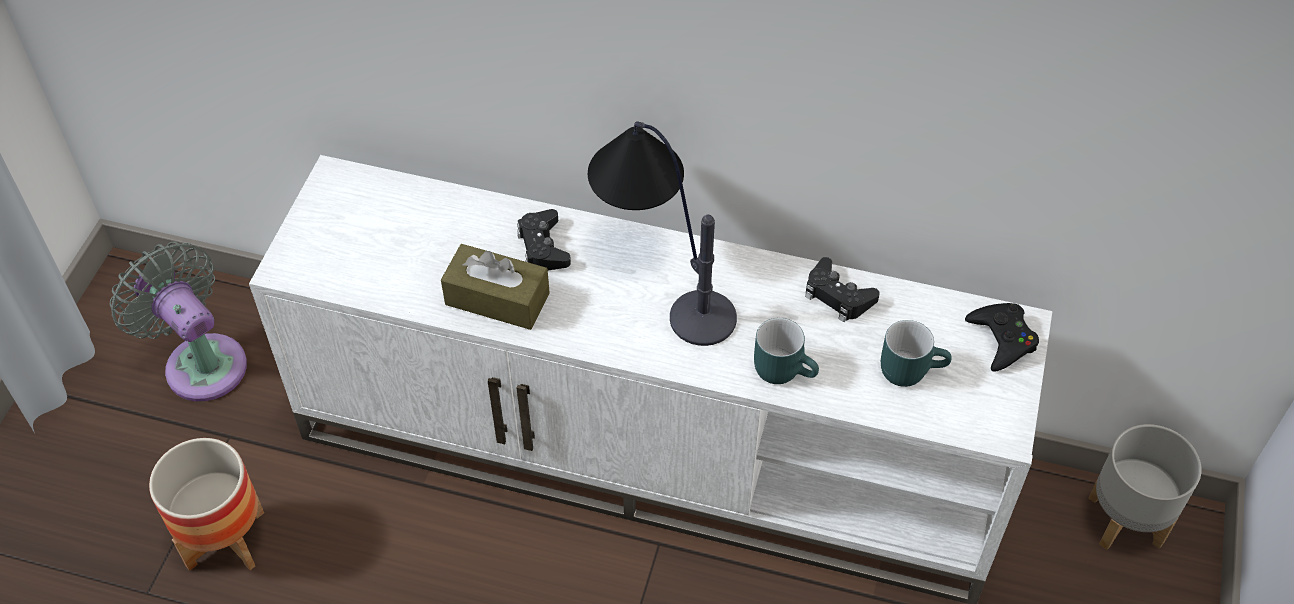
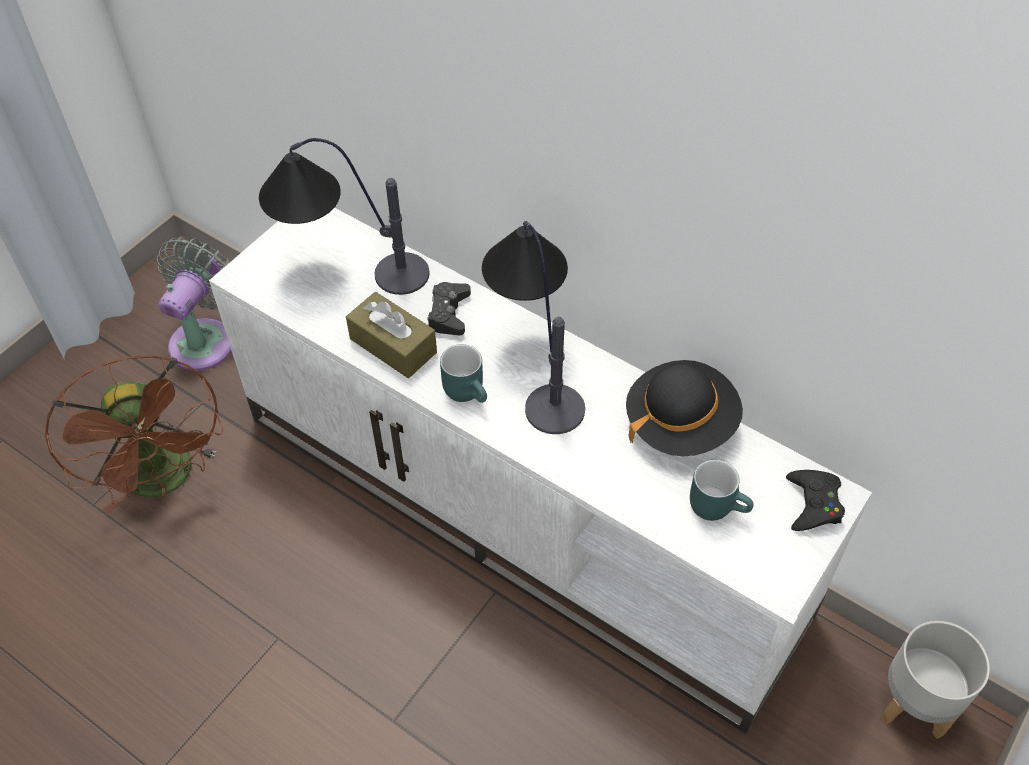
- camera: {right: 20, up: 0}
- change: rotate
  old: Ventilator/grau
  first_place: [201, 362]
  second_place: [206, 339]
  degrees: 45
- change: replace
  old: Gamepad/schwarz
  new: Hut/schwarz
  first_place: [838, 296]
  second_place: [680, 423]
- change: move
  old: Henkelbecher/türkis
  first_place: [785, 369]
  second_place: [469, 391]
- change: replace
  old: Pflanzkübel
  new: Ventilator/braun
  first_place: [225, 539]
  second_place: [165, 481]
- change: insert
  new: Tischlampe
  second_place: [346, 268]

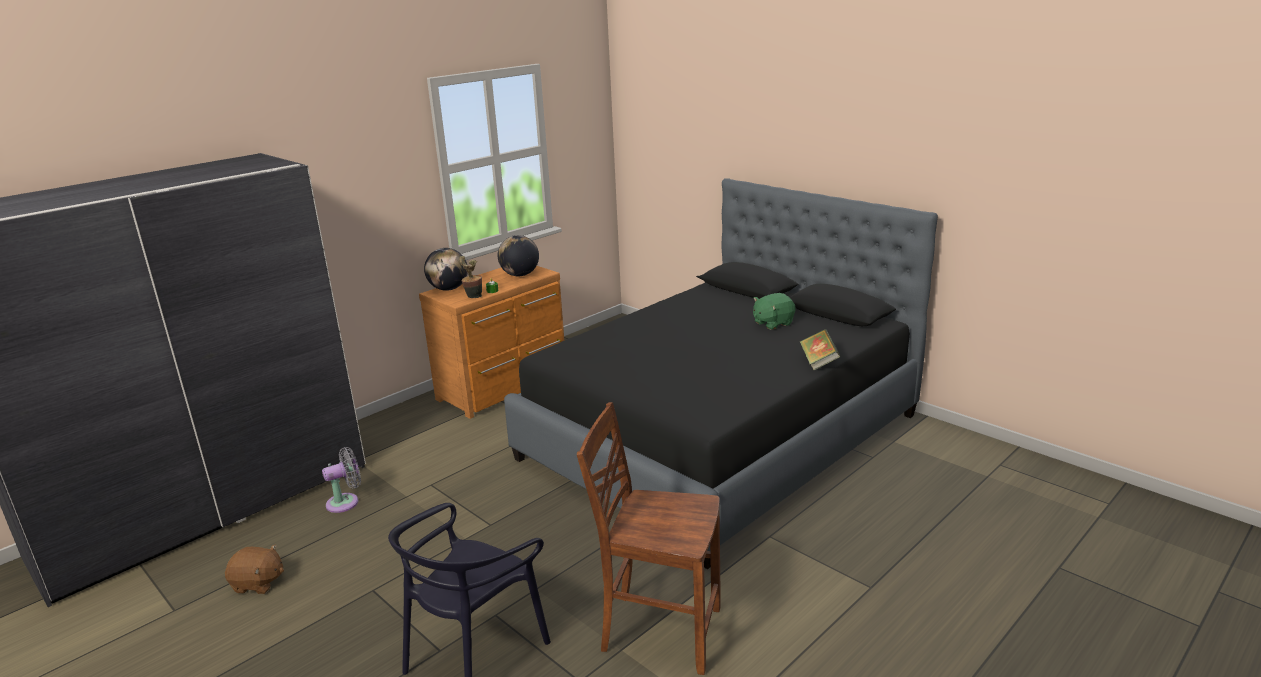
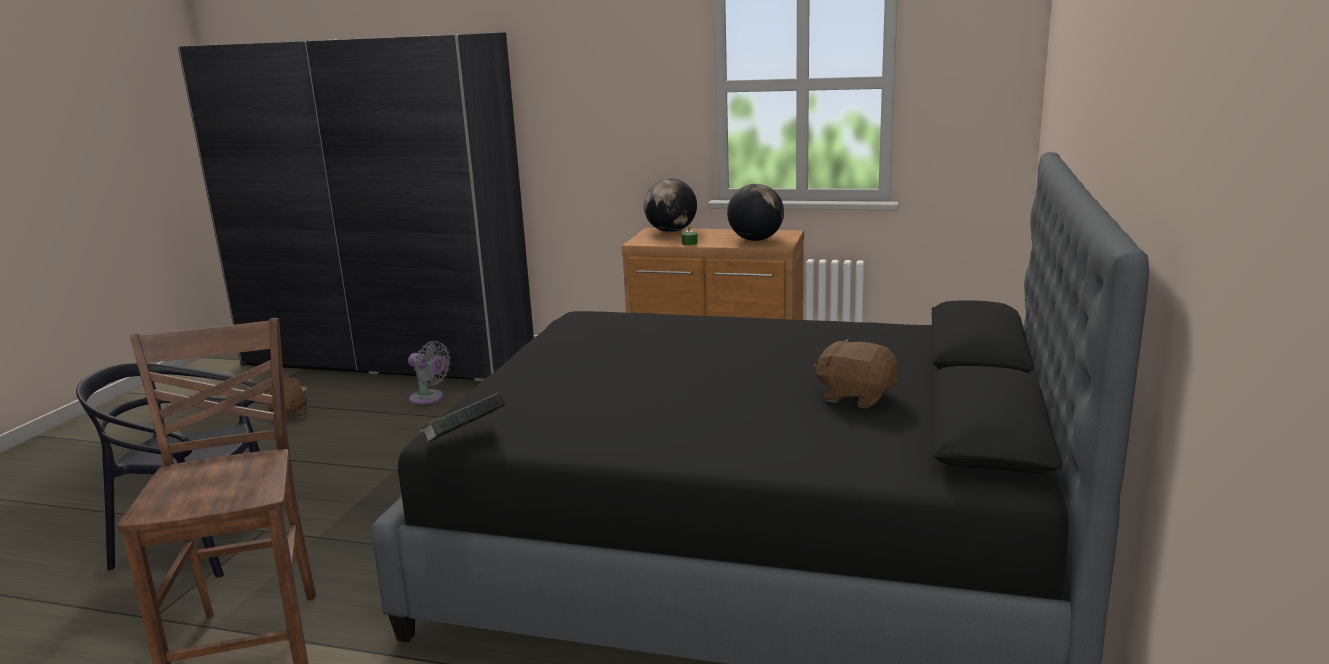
- camera: {right: 60, up: -5}
- change: delete
  old: Topfpflanze
  first_place: [472, 297]
- change: recolor
  old: Plüschtier/grün
  new: Plüschtier/braun
  first_place: [772, 323]
  second_place: [856, 397]
- change: move
  old: Buch
  first_place: [818, 362]
  second_place: [465, 440]

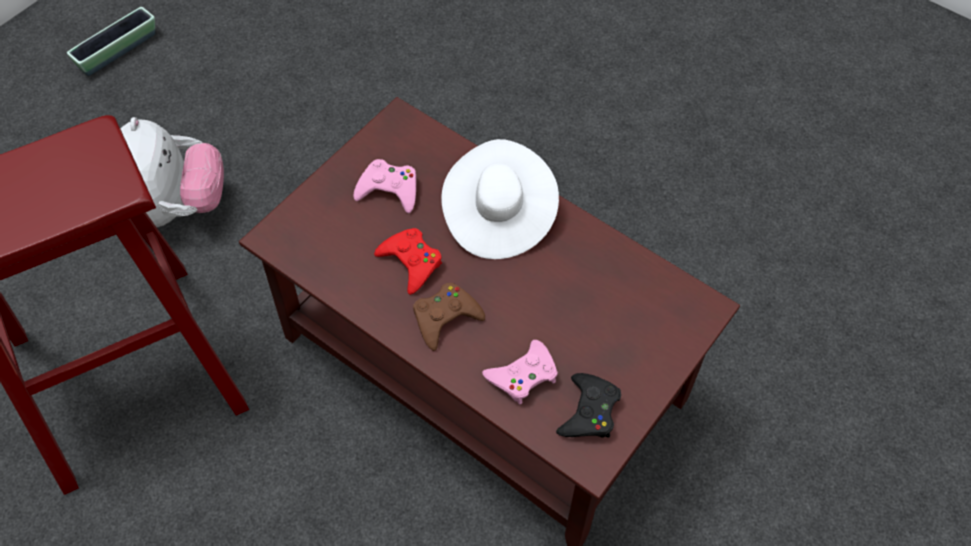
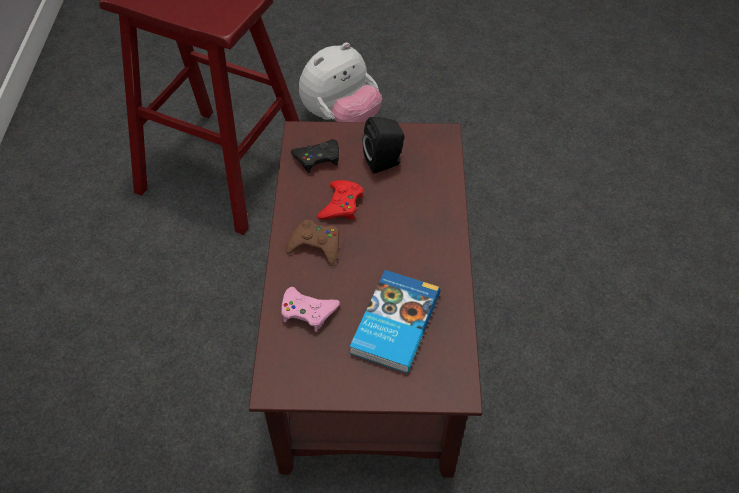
- camera: {right: 55, up: -5}
- change: delete
  old: Pflanzkübel
  first_place: [118, 51]
- change: delete
  old: Hut/weiß
  first_place: [497, 216]
- change: replace
  old: Gamepad/rosa
  new: Lautsprecher/schwarz
  first_place: [389, 190]
  second_place: [385, 162]
- change: move
  old: Gamepad/schwarz
  first_place: [589, 411]
  second_place: [317, 158]
- change: insert
  new: Buch
  second_place: [393, 323]

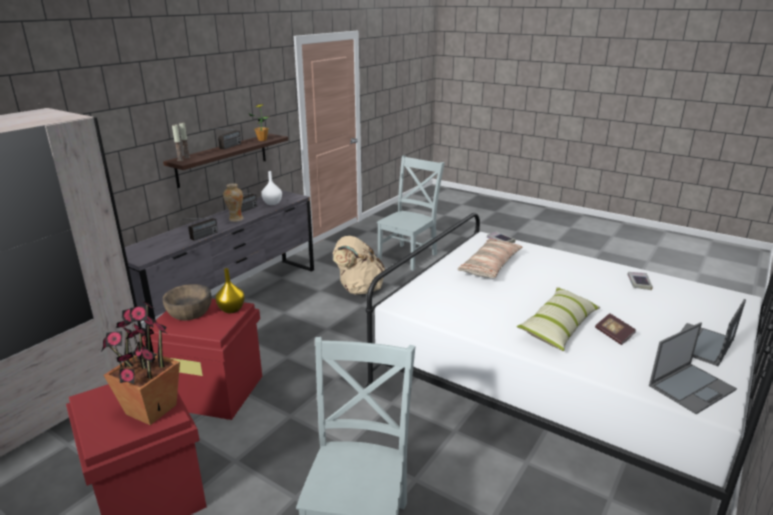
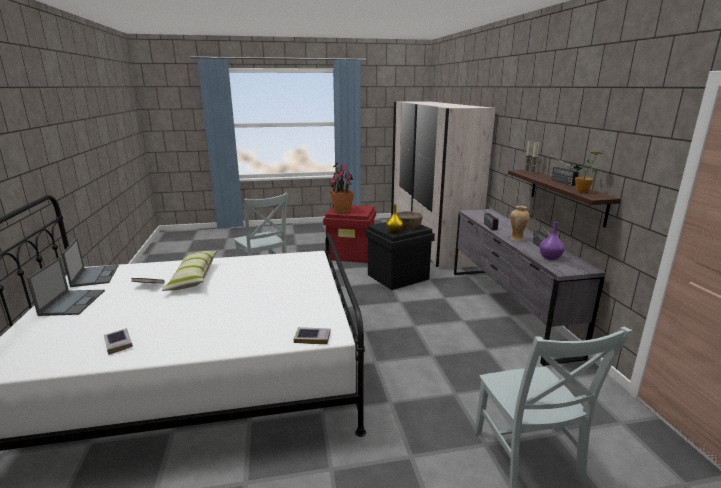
- camera: {right: 135, up: -5}
- change: recolor
  old: Vase/weiß
  new: Vase/lila
  first_place: [272, 203]
  second_place: [550, 257]
- change: delete
  old: Rucksack/beige
  first_place: [359, 289]
- change: delete
  old: Kissen
  first_place: [490, 266]
- change: recolor
  old: Aufbewahrungsbox/rot
  new: Aufbewahrungsbox/schwarz
  first_place: [213, 391]
  second_place: [397, 277]
- change: rotate
  old: Laptop
  first_place: [692, 387]
  second_place: [95, 275]
  degrees: 150

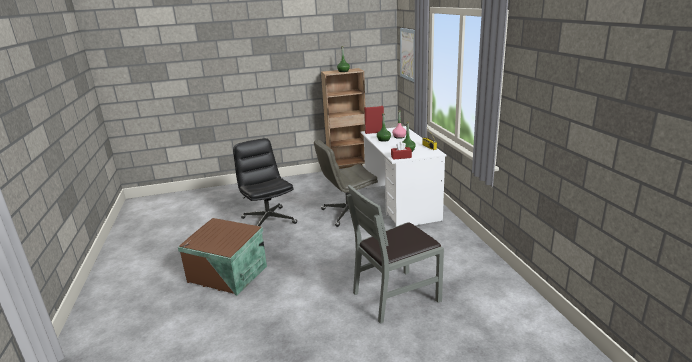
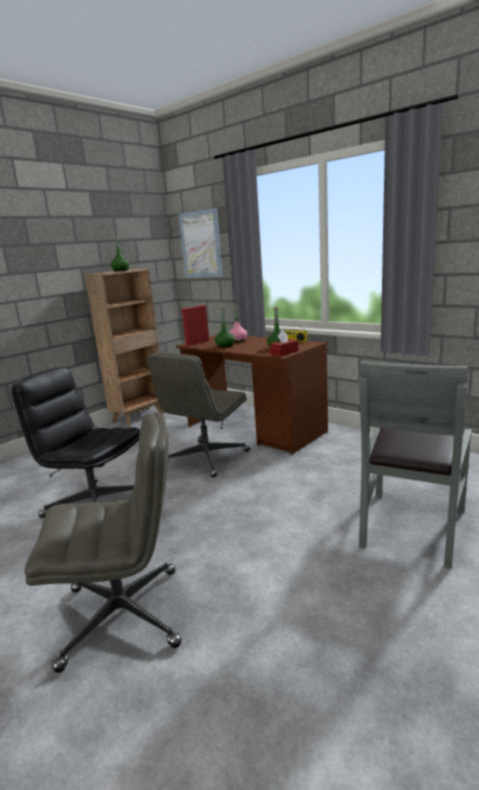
- camera: {right: -35, up: -5}
- change: recolor
  old: Schreibtisch/weiß
  new: Schreibtisch/braun
  first_place: [400, 203]
  second_place: [255, 429]
- change: replace
  old: Aufbewahrungsbox/braun
  new: Bürostuhl/grau
  first_place: [227, 275]
  second_place: [124, 615]

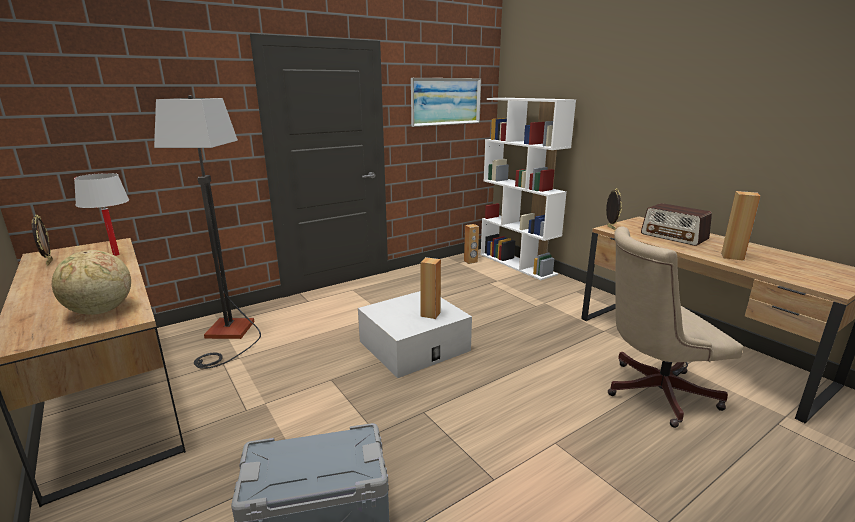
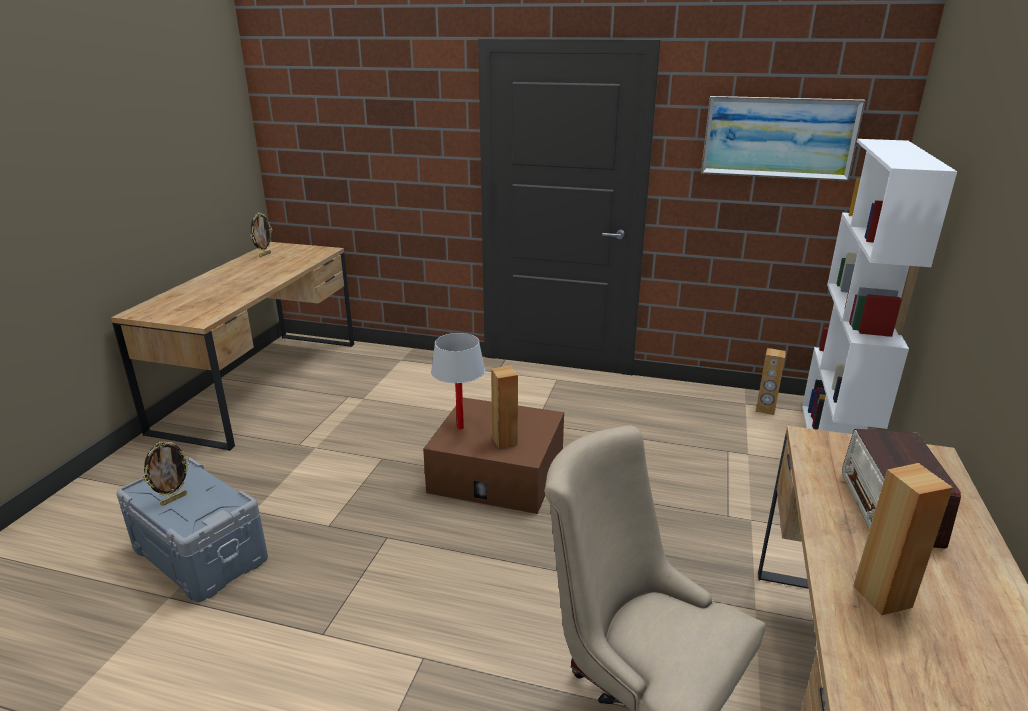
- camera: {right: 50, up: 5}
- change: delete
  old: Stehlampe
  first_place: [228, 336]
- change: move
  old: Tischlampe/weiß
  first_place: [116, 254]
  second_place: [460, 427]
- change: move
  old: Bilderrahmen
  first_place: [610, 228]
  second_place: [174, 499]
- change: delete
  old: Globus
  first_place: [100, 311]
- change: recolor
  old: Aufbewahrungsbox/weiß
  new: Aufbewahrungsbox/braun
  first_place: [414, 346]
  second_place: [497, 472]

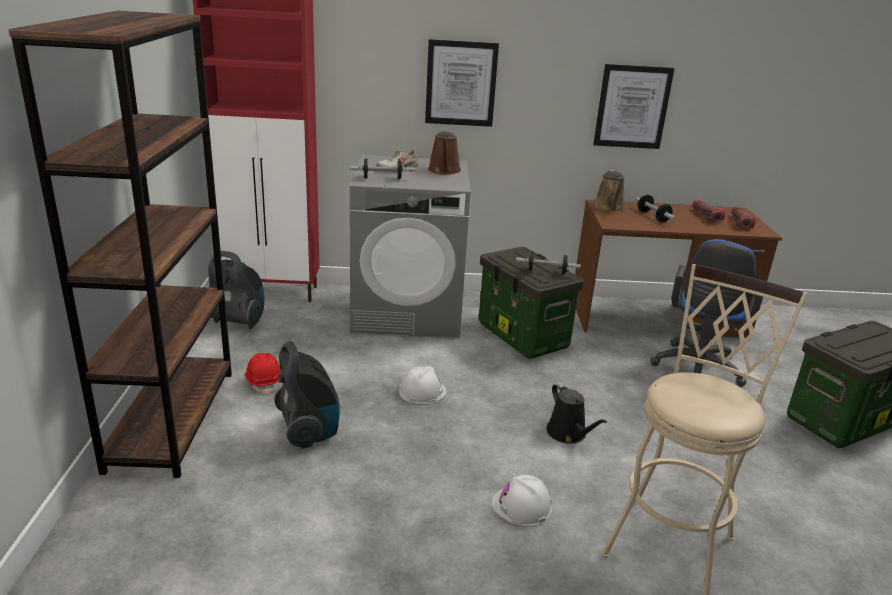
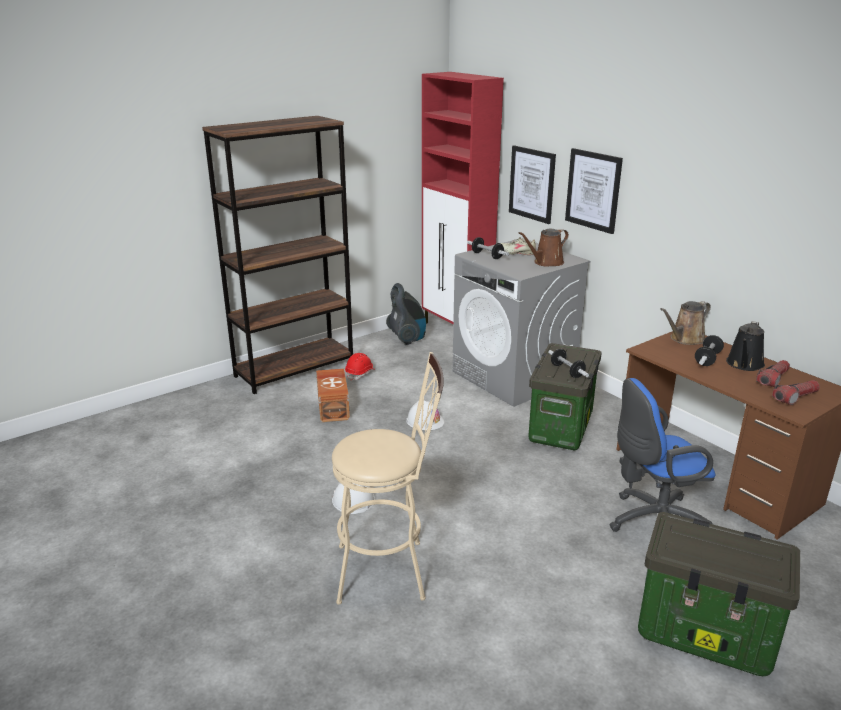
- camera: {right: 55, up: 0}
- change: move
  old: Bild
  first_place: [632, 107]
  second_place: [532, 184]
- change: replace
  old: Staubsauger
  new: Aufbewahrungsbox/braun
  first_place: [309, 431]
  second_place: [334, 406]
- change: move
  old: Gießkanne/schwarz
  first_place: [568, 434]
  second_place: [744, 364]

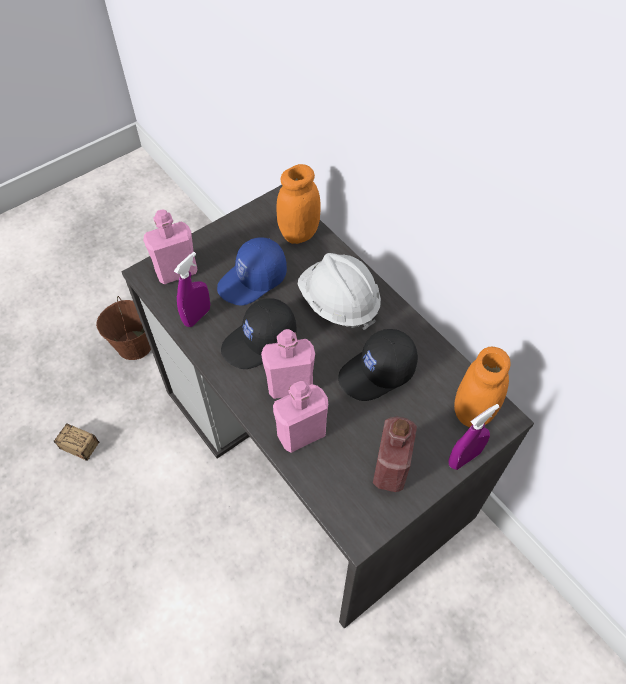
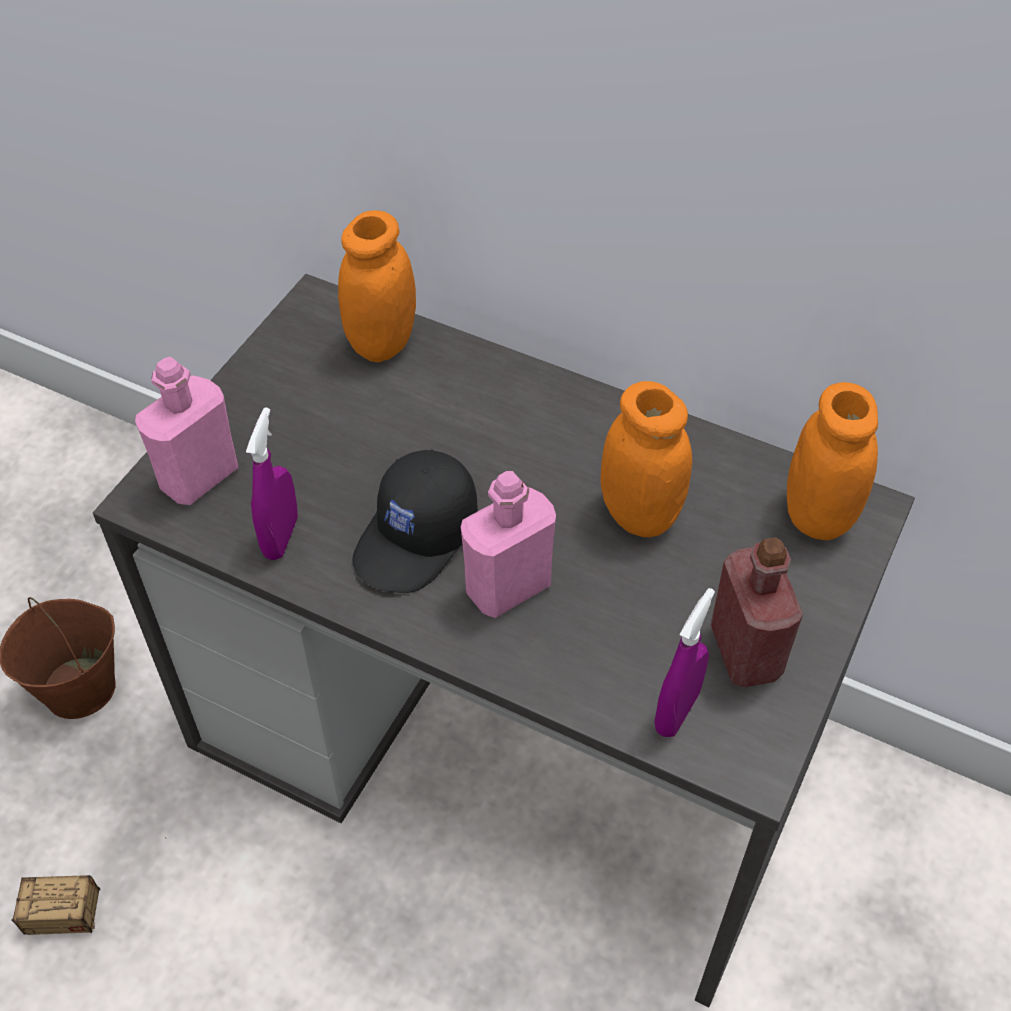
- camera: {right: -25, up: -5}
- change: delete
  old: Kappe/blau
  first_place: [253, 280]
- change: delete
  old: Schutzhelm/weiß
  first_place: [338, 303]
- change: replace
  old: Kappe/schwarz
  new: Vorratsglas/orange
  first_place: [377, 373]
  second_place: [639, 514]
- change: delete
  old: Flasche/rosa
  first_place: [301, 433]
- change: move
  old: Sprühflasche/lila
  first_place: [464, 458]
  second_place: [677, 711]

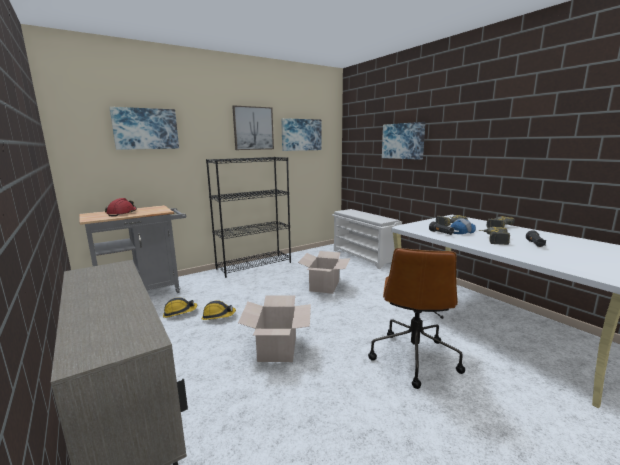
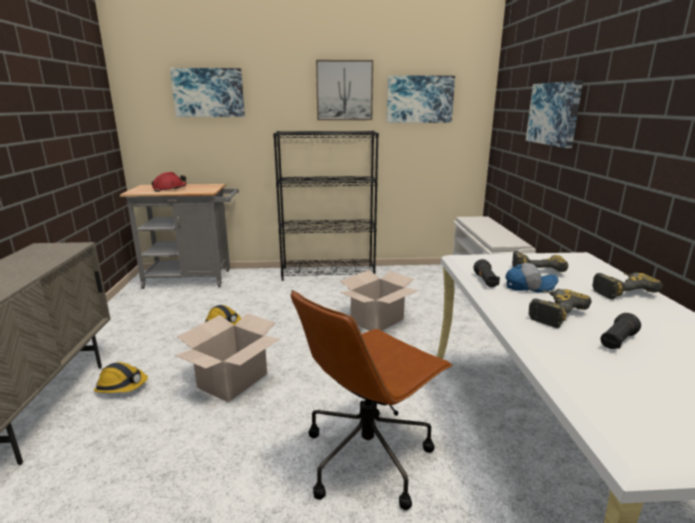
- camera: {right: 30, up: 5}
- change: move
  old: Schutzhelm
  first_place: [179, 312]
  second_place: [122, 386]

